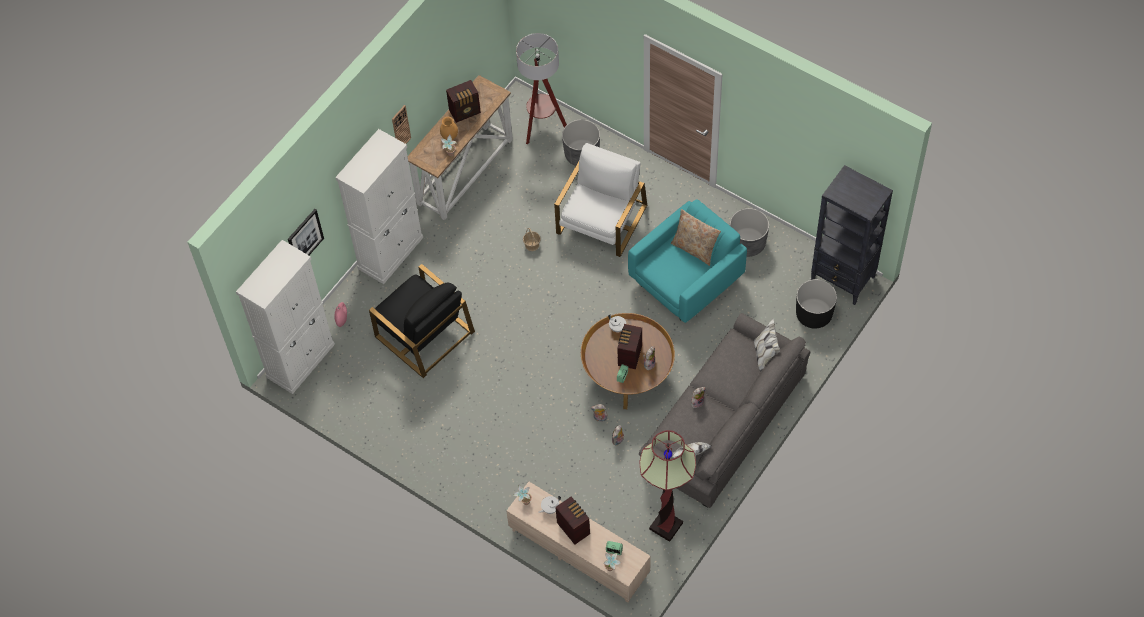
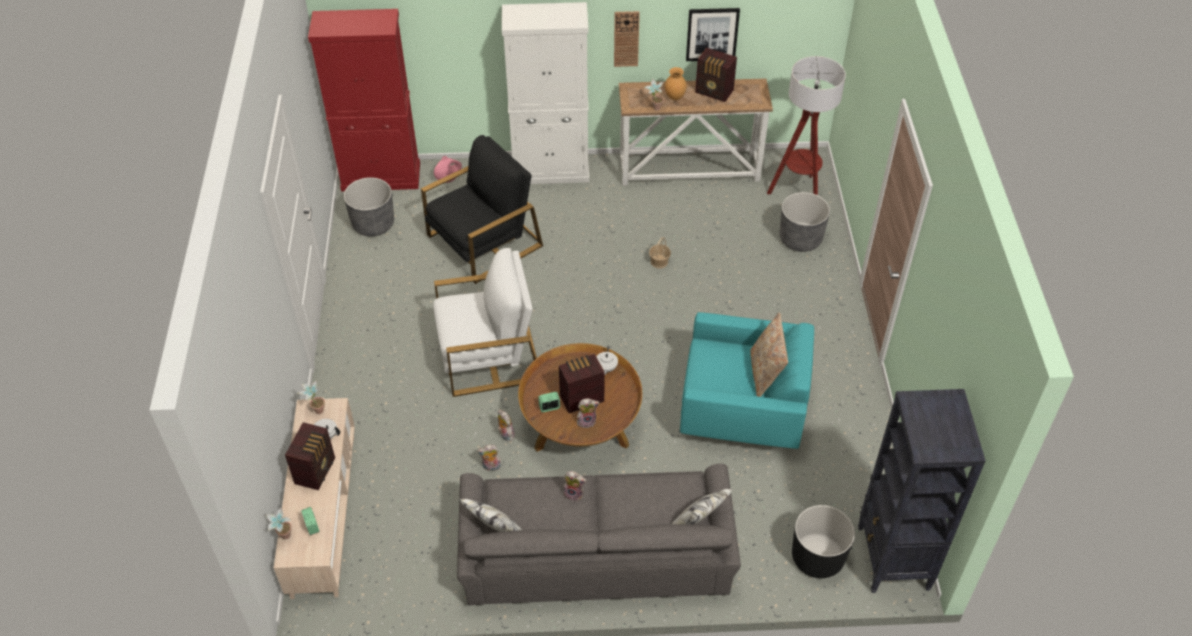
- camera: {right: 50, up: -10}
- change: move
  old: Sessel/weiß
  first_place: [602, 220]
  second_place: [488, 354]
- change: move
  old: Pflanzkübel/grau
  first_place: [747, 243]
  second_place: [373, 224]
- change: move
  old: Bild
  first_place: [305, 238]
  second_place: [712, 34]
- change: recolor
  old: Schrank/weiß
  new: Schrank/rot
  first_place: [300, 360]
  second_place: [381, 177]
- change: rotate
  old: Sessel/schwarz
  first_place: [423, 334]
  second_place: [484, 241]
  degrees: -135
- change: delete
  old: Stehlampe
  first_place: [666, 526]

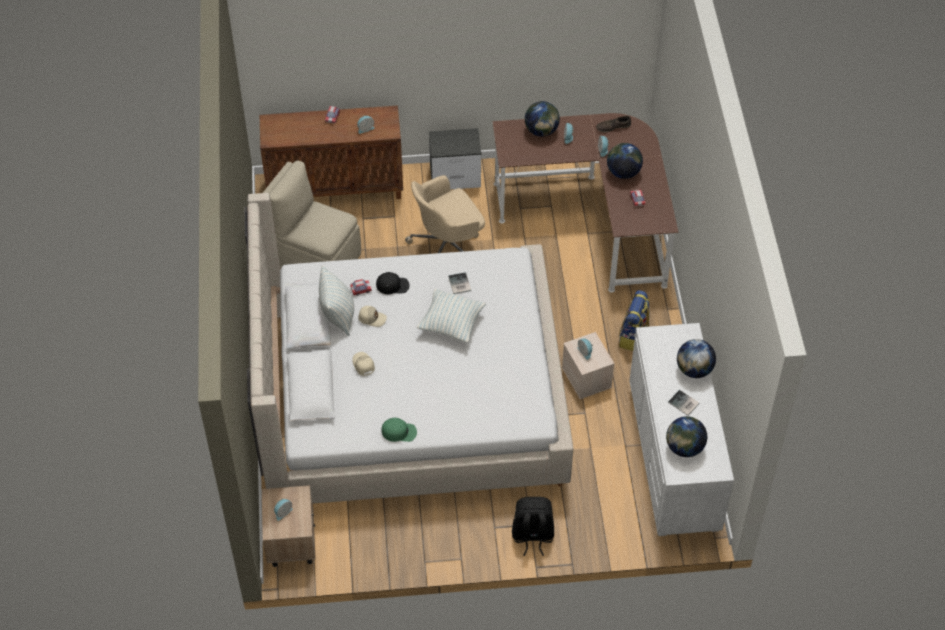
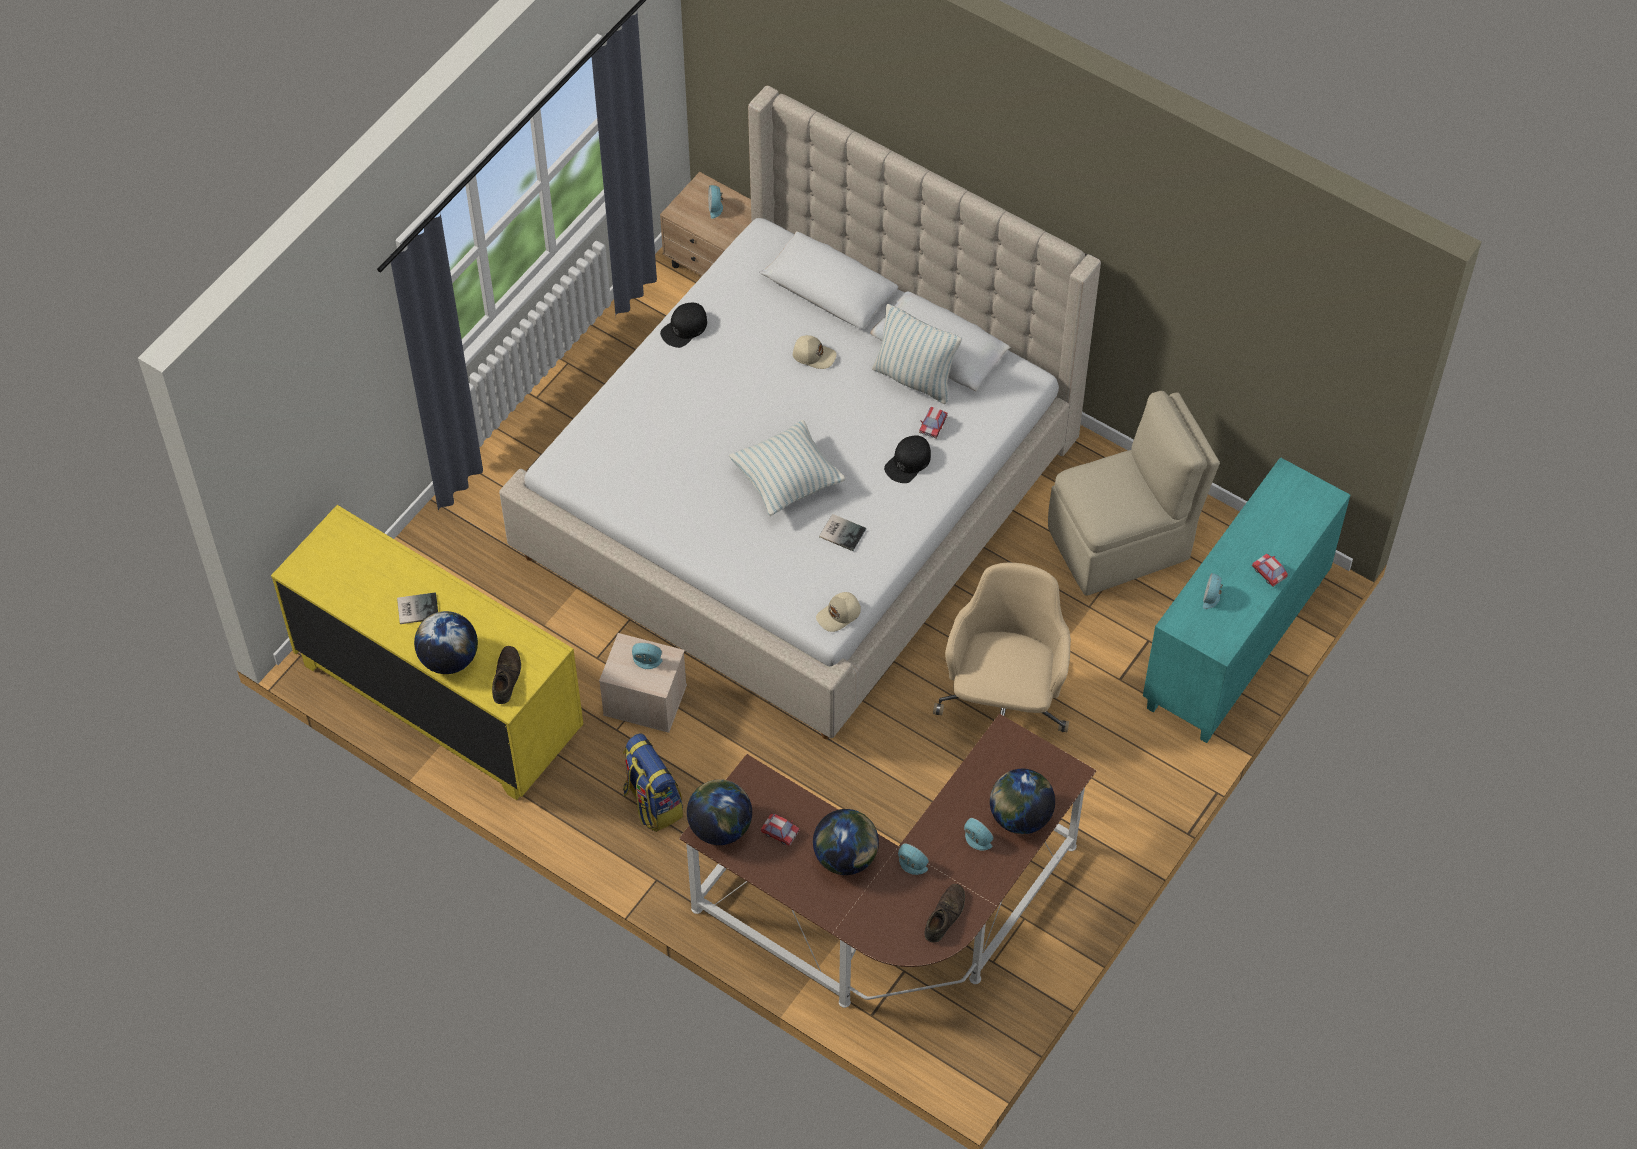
- camera: {right: 130, up: 5}
- change: recolor
  old: Schrank/braun
  new: Schrank/türkis
  first_place: [336, 188]
  second_place: [1235, 646]
- change: delete
  old: Nachttisch
  first_place: [456, 177]
- change: move
  old: Kappe/beige
  first_place: [372, 318]
  second_place: [839, 615]
- change: recolor
  old: Kommode/weiß
  new: Kommode/gelb
  first_place: [673, 460]
  second_place: [439, 698]
- change: move
  old: Globus
  first_place: [684, 448]
  second_place: [720, 827]
- change: recolor
  old: Kappe/grün
  new: Kappe/schwarz
  first_place: [399, 432]
  second_place: [684, 328]
- change: delete
  old: Rucksack/schwarz
  first_place: [532, 536]
- change: insert
  new: Schuh/braun
  second_place: [506, 677]

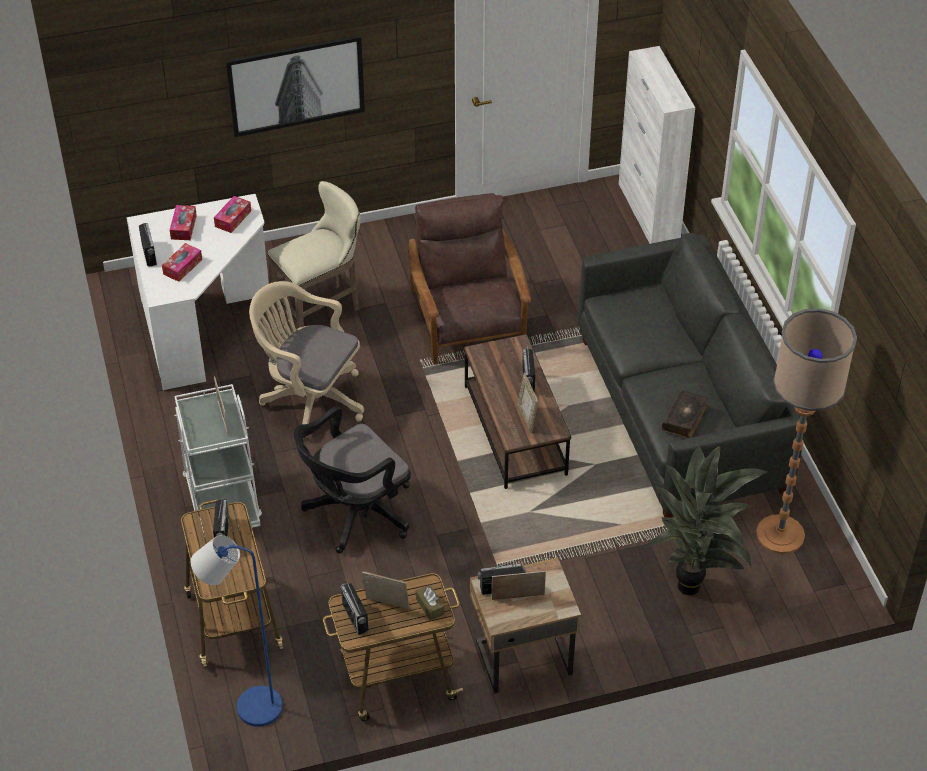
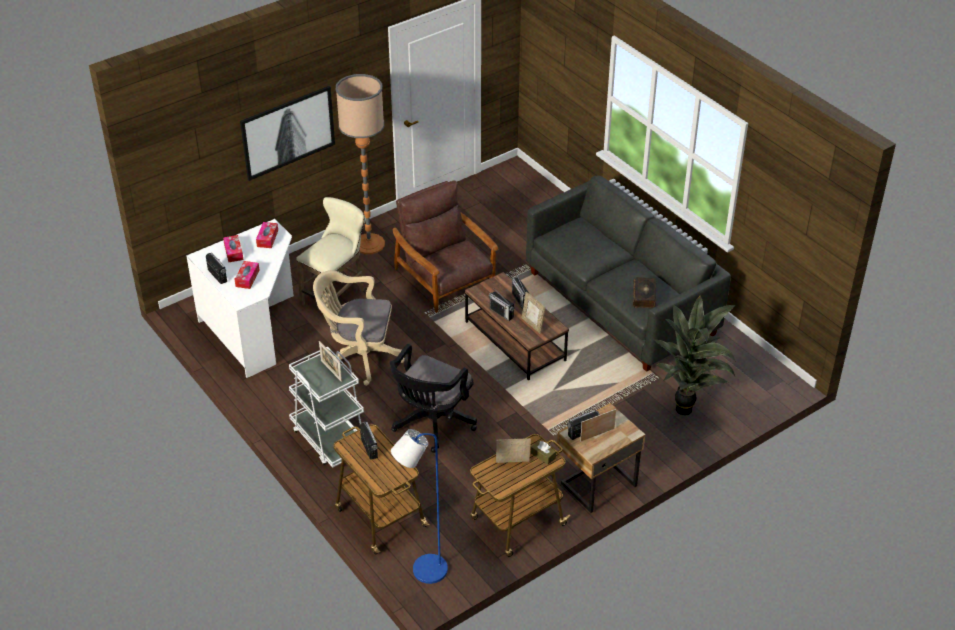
- camera: {right: -20, up: -5}
- change: delete
  old: Schrank/weiß
  first_place: [648, 212]
- change: move
  old: Stehlampe
  first_place: [780, 534]
  second_place: [369, 244]
- change: move
  old: Radio
  first_place: [355, 617]
  second_place: [501, 313]

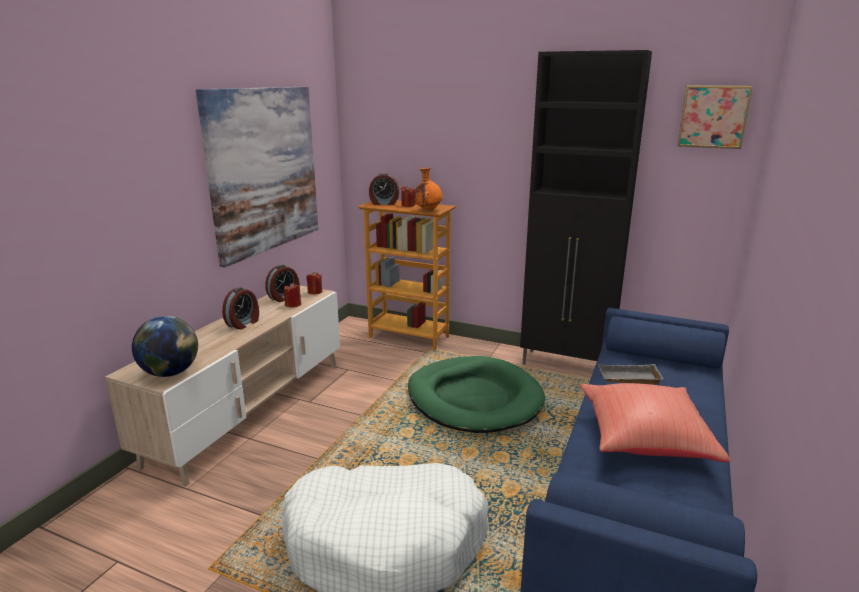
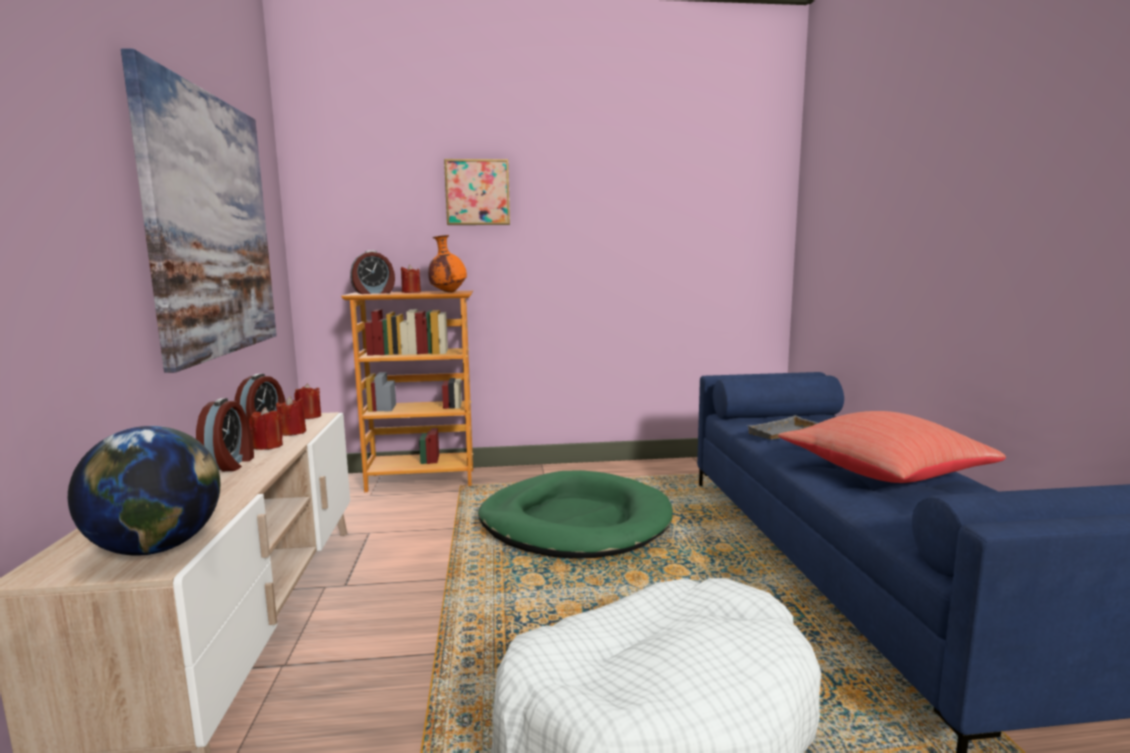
- camera: {right: -30, up: -10}
- change: delete
  old: Schrank/schwarz
  first_place: [567, 365]
- change: move
  old: Bild
  first_place: [713, 116]
  second_place: [477, 192]
- change: insert
  new: Kerze/rot
  second_place: [268, 446]

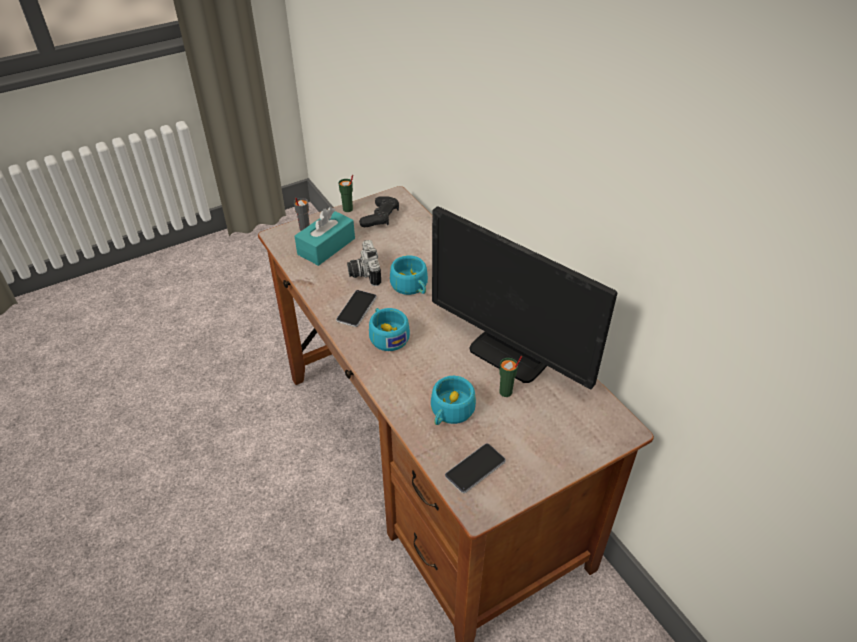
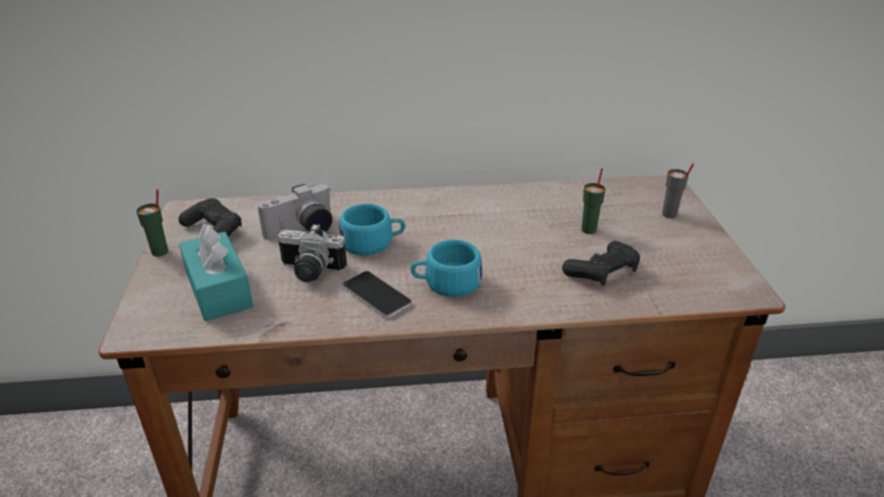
- camera: {right: -65, up: -10}
- change: move
  old: Tasse/grau
  first_place: [304, 229]
  second_place: [669, 215]
- change: delete
  old: Monitor
  first_place: [511, 353]
- change: replace
  old: Tasse/türkis
  new: Gamepad/schwarz
  first_place: [450, 412]
  second_place: [602, 272]
- change: delete
  old: Handy
  first_place: [475, 468]
- change: insert
  new: Kamera
  second_place: [303, 231]

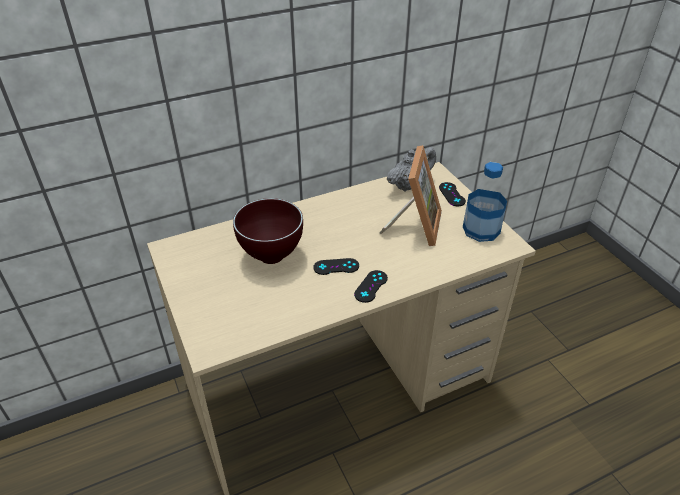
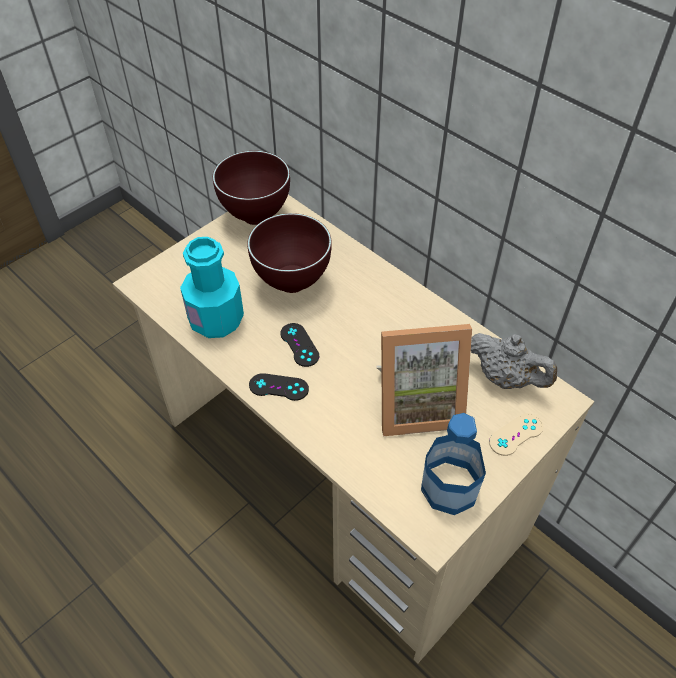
- camera: {right: 70, up: 10}
- change: recolor
  old: Gamepad/schwarz
  new: Gamepad/beige
  first_place: [452, 194]
  second_place: [516, 434]
- change: insert
  new: Schüssel/braun
  second_place: [254, 217]
- change: insert
  new: Flasche/türkis
  second_place: [216, 320]

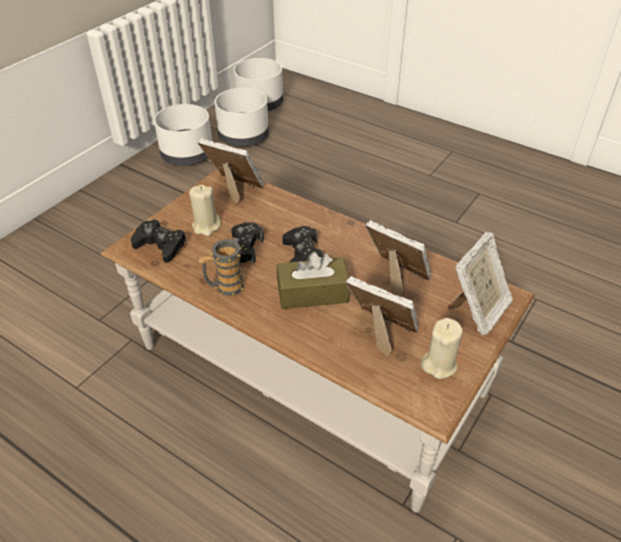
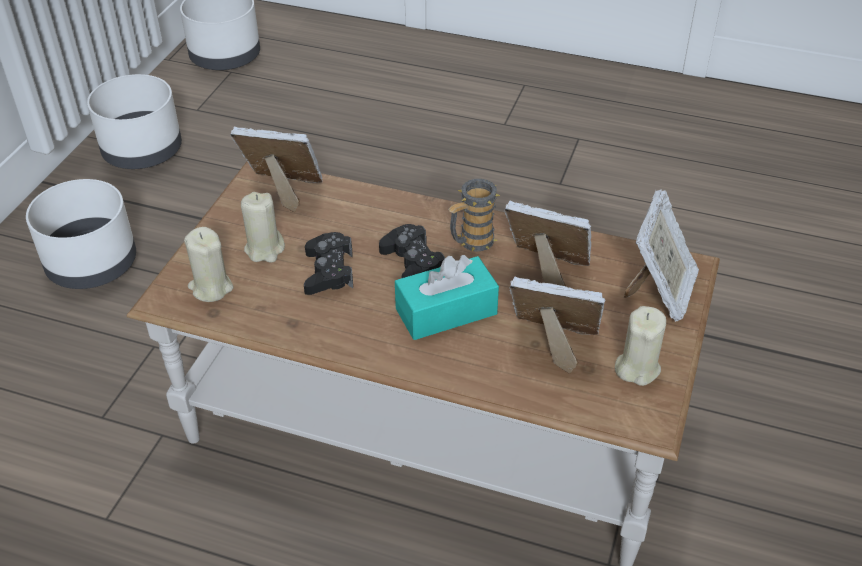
- camera: {right: -15, up: 0}
- change: move
  old: Pflanzkübel/weiß
  first_place: [243, 137]
  second_place: [91, 264]
- change: replace
  old: Gamepad/schwarz
  new: Kerze/beige
  first_place: [160, 245]
  second_place: [211, 287]
- change: move
  old: Henkelbecher
  first_place: [225, 287]
  second_place: [471, 242]
- change: recolor
  old: Taschentuchbox/braun
  new: Taschentuchbox/türkis
  first_place: [312, 293]
  second_place: [446, 311]

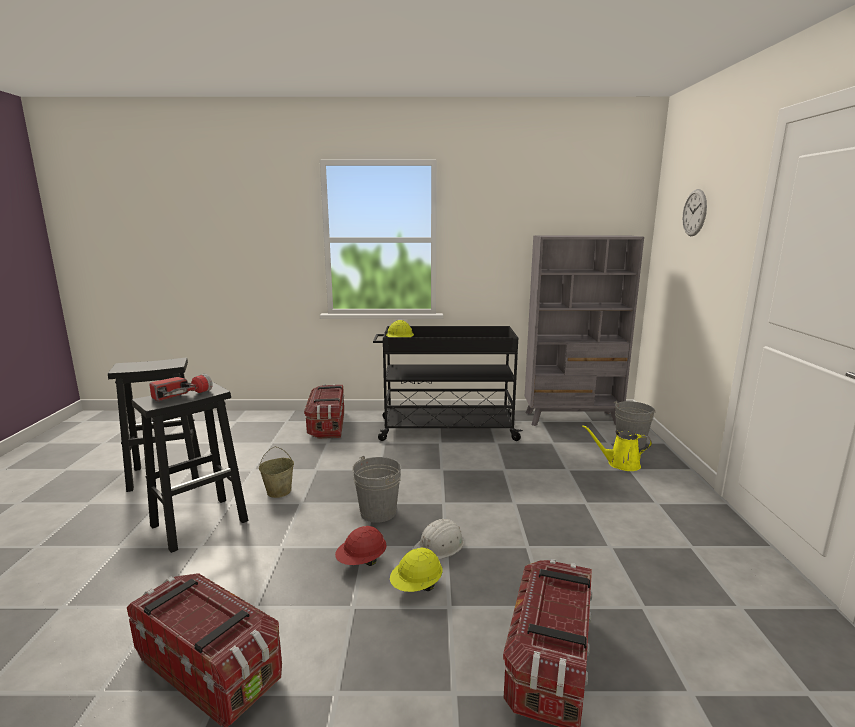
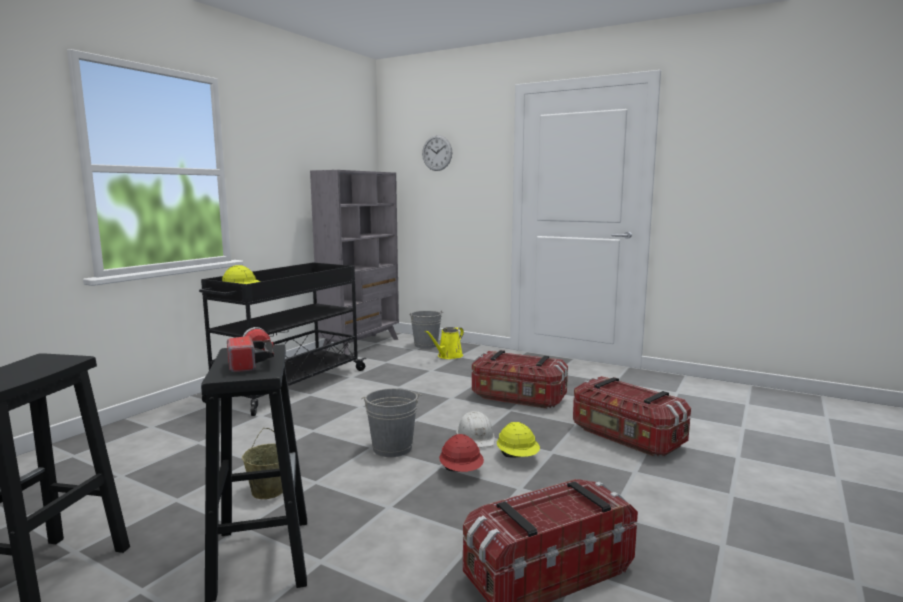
- camera: {right: -60, up: -5}
- change: move
  old: Aufbewahrungsbox
  first_place: [327, 425]
  second_place: [518, 398]

